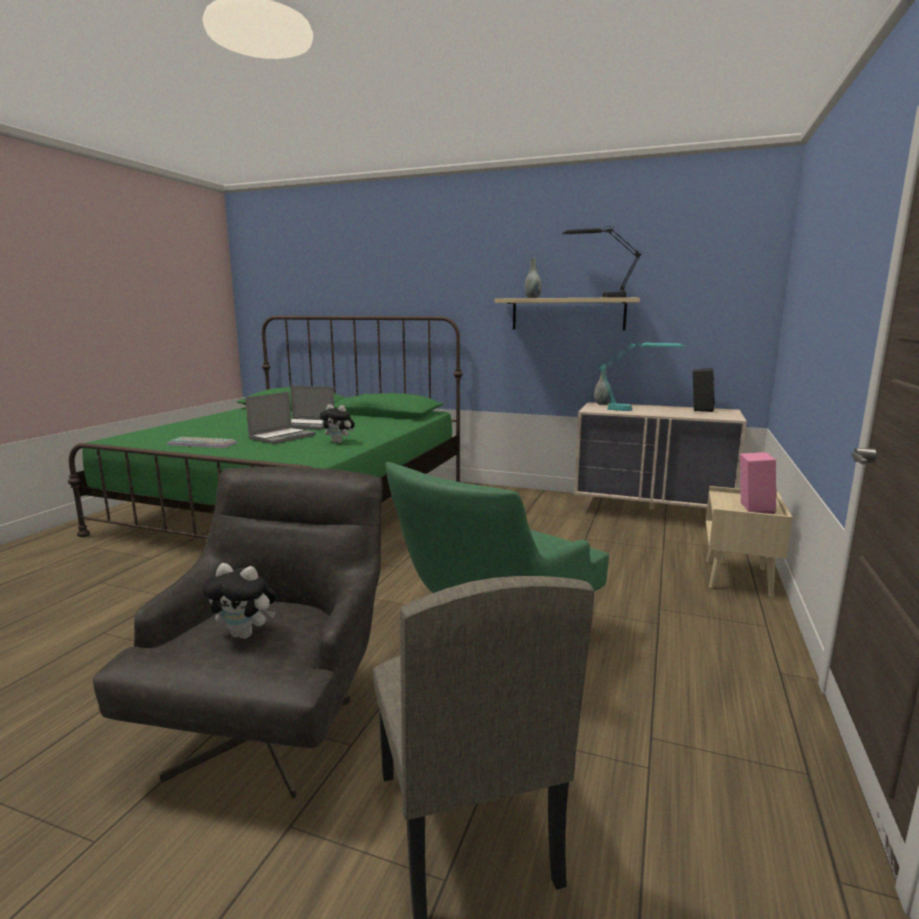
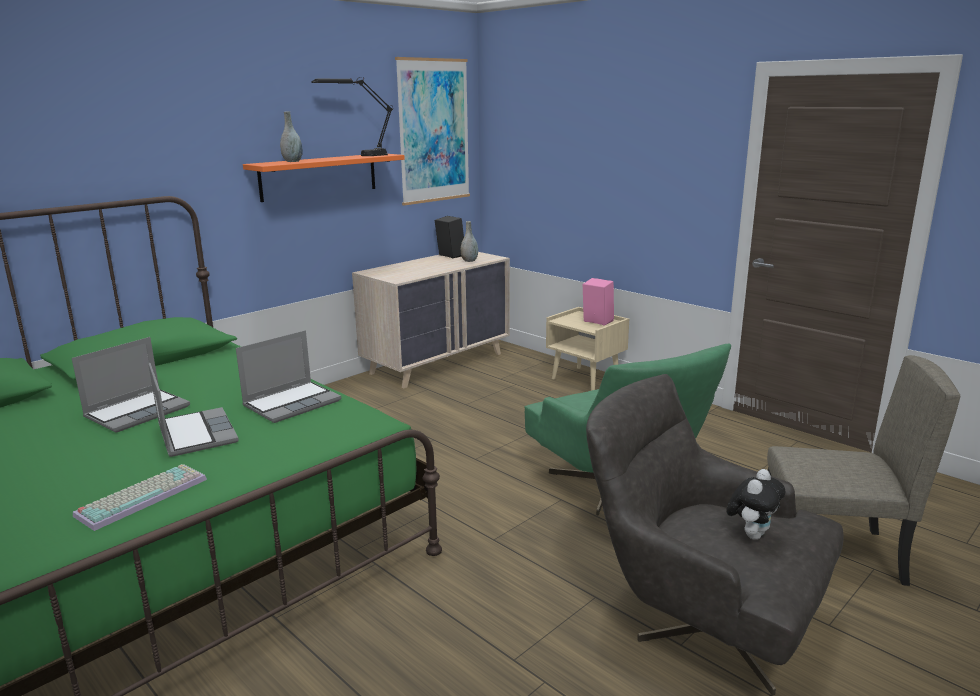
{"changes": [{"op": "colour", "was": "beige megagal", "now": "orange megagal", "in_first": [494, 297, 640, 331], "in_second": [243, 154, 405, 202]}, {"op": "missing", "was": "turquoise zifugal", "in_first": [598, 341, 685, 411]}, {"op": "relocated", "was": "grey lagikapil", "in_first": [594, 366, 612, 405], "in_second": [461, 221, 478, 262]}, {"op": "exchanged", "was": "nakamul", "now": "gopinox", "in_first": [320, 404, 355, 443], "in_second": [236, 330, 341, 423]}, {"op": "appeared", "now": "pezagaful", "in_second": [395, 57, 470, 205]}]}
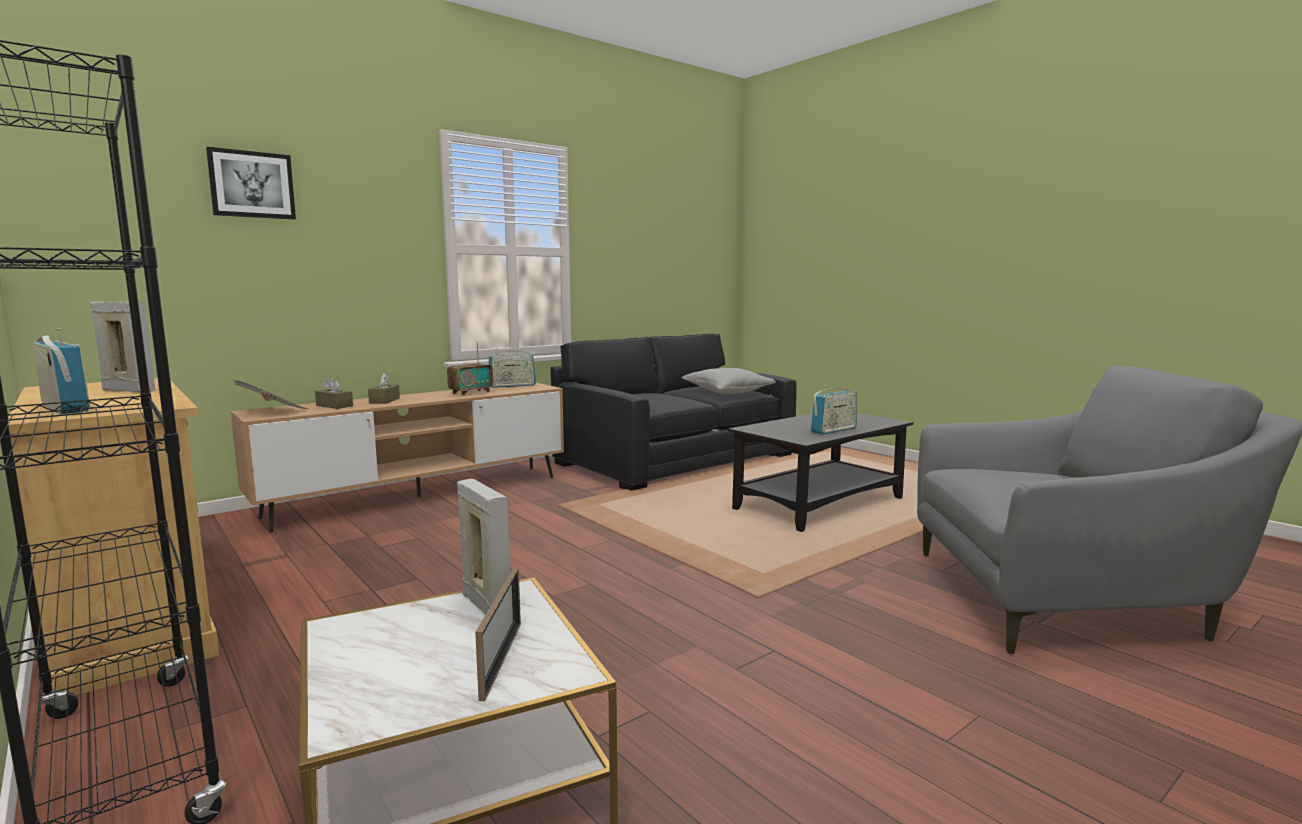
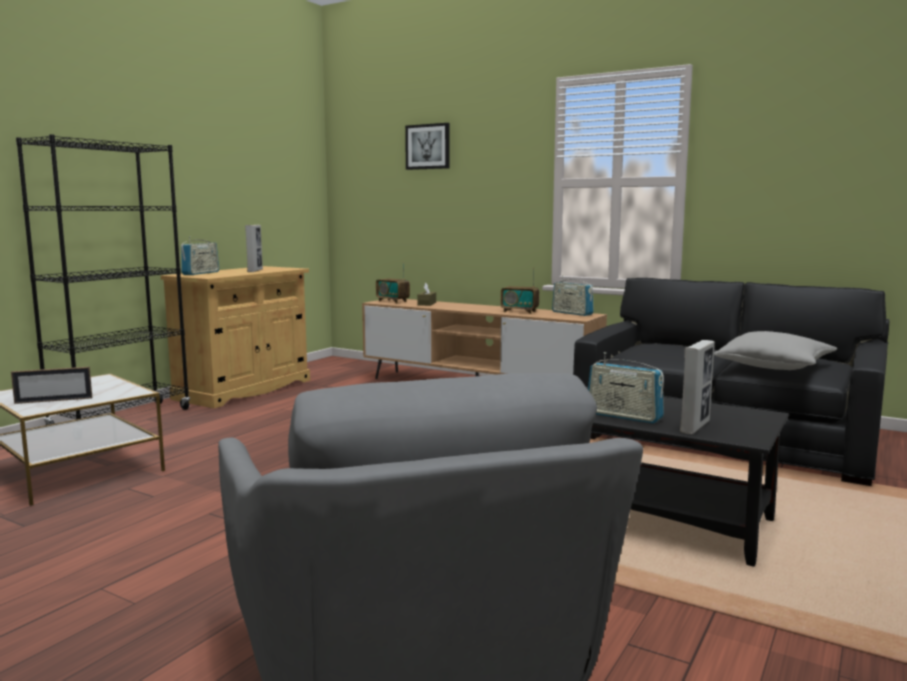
{"changes": [{"op": "missing", "was": "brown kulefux", "in_first": [368, 373, 400, 404]}, {"op": "exchanged", "was": "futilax", "now": "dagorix", "in_first": [233, 380, 309, 409], "in_second": [376, 262, 410, 303]}, {"op": "relocated", "was": "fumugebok", "in_first": [457, 479, 510, 615], "in_second": [680, 340, 715, 434]}]}
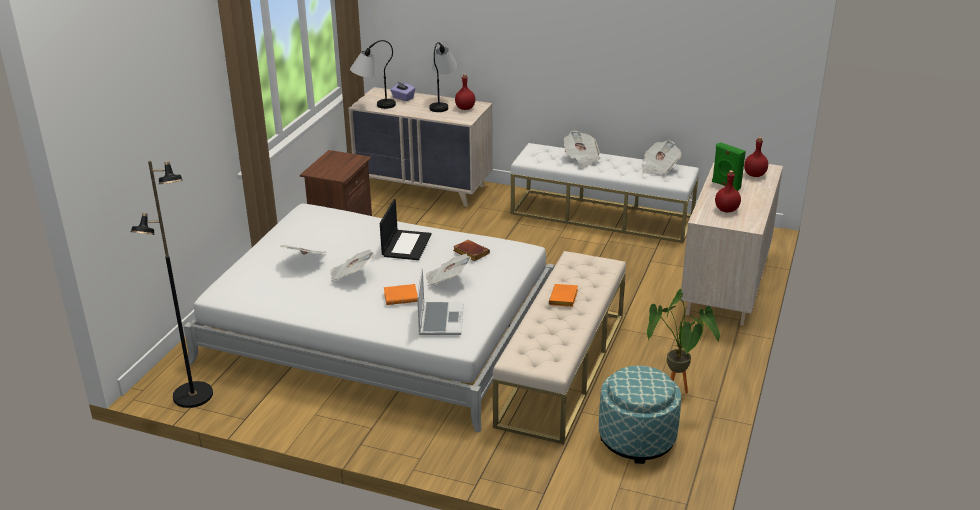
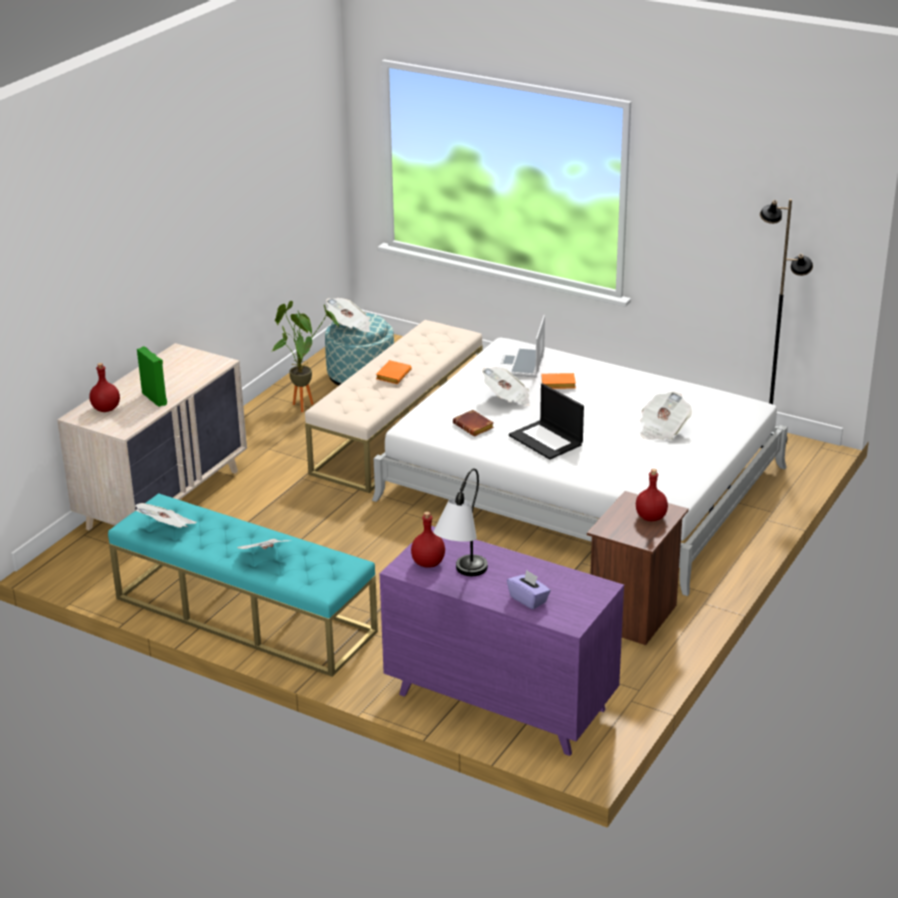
{"changes": [{"op": "missing", "was": "zifugal", "in_first": [350, 40, 396, 109]}, {"op": "colour", "was": "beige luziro", "now": "purple luziro", "in_first": [348, 87, 493, 207], "in_second": [379, 526, 624, 756]}, {"op": "colour", "was": "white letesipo", "now": "turquoise letesipo", "in_first": [511, 143, 699, 243], "in_second": [108, 493, 378, 677]}, {"op": "relocated", "was": "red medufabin", "in_first": [715, 170, 741, 212], "in_second": [636, 469, 668, 521]}, {"op": "spun", "was": "gopinox", "in_first": [380, 199, 432, 260], "in_second": [509, 383, 584, 460], "clockwise": -60}, {"op": "relocated", "was": "futilax", "in_first": [330, 249, 374, 282], "in_second": [326, 298, 371, 332]}]}
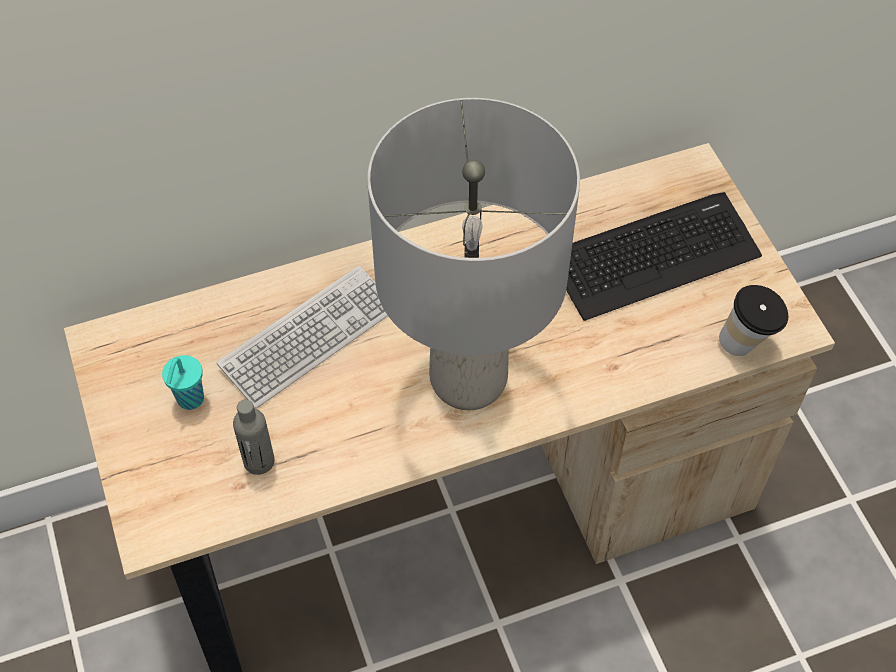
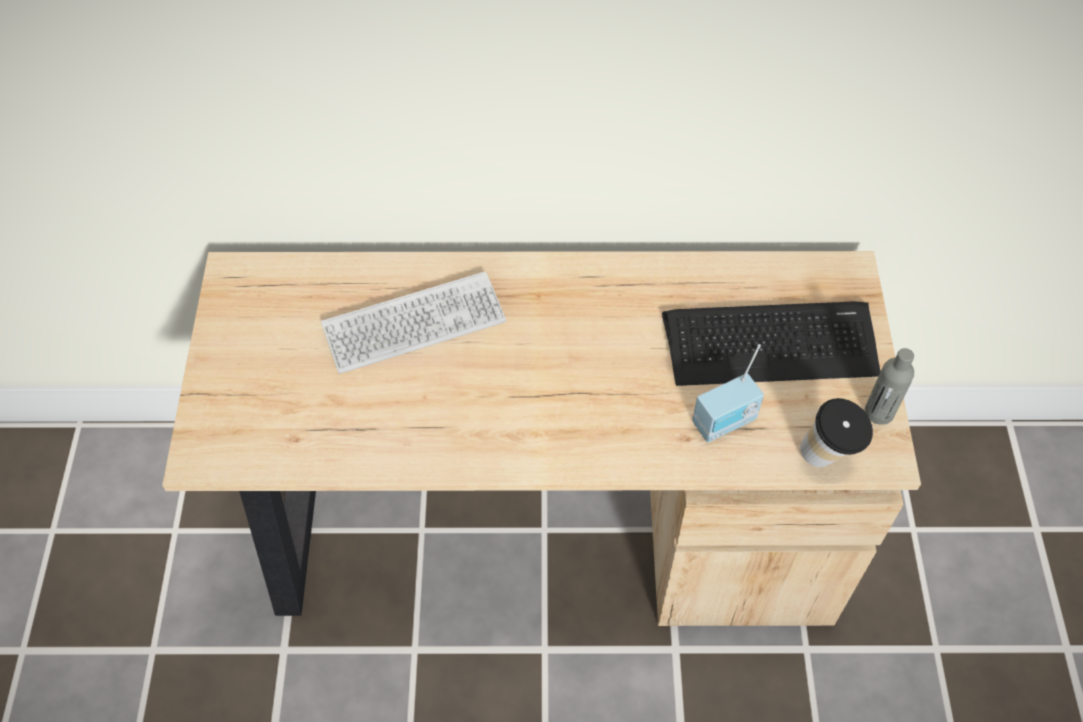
{"changes": [{"op": "missing", "was": "grey zifugal", "in_first": [367, 98, 580, 410]}, {"op": "missing", "was": "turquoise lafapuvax", "in_first": [162, 355, 204, 410]}, {"op": "relocated", "was": "grey medufabin", "in_first": [233, 400, 275, 475], "in_second": [865, 348, 914, 425]}, {"op": "appeared", "now": "dagorix", "in_second": [692, 344, 764, 442]}]}
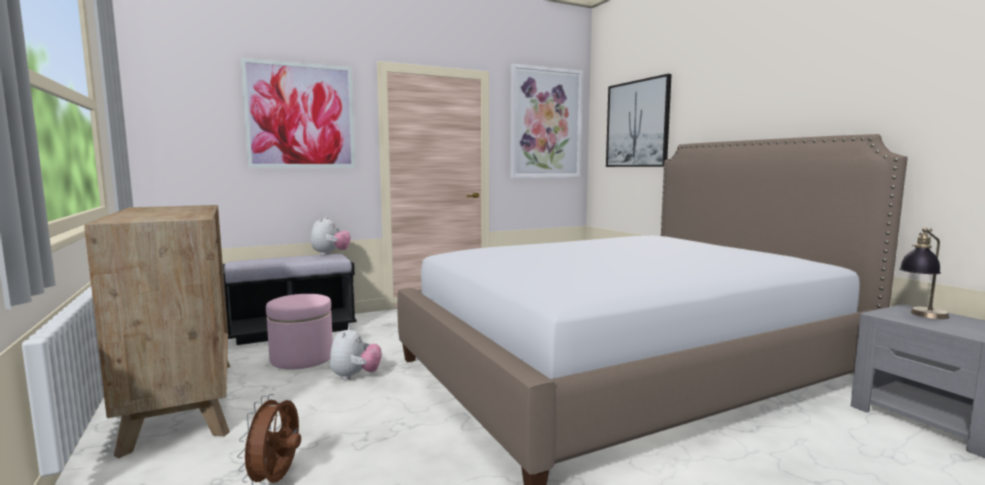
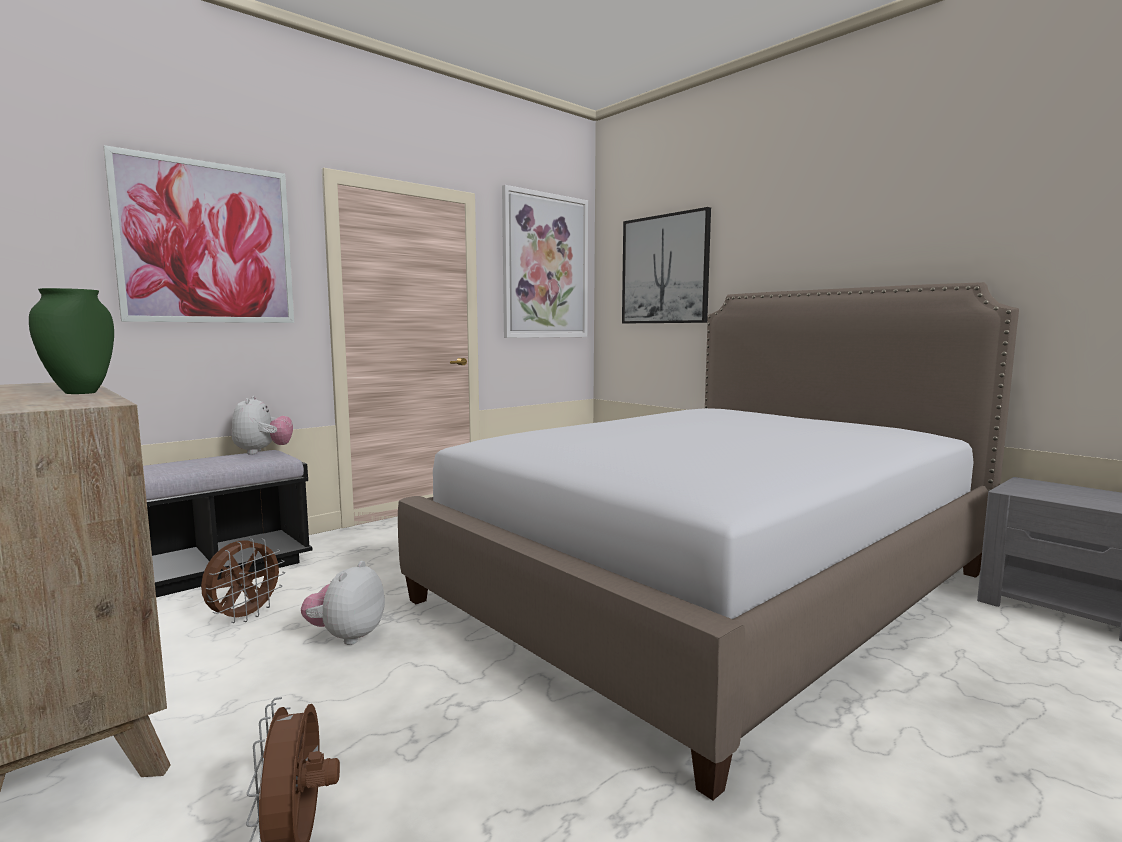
{"changes": [{"op": "missing", "was": "zifugal", "in_first": [899, 227, 950, 319]}, {"op": "exchanged", "was": "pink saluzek", "now": "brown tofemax", "in_first": [266, 294, 333, 369], "in_second": [201, 538, 285, 623]}, {"op": "spun", "was": "nakamul", "in_first": [330, 326, 382, 380], "in_second": [301, 561, 385, 645], "clockwise": -150}, {"op": "appeared", "now": "green lagikapil", "in_second": [29, 288, 114, 394]}]}
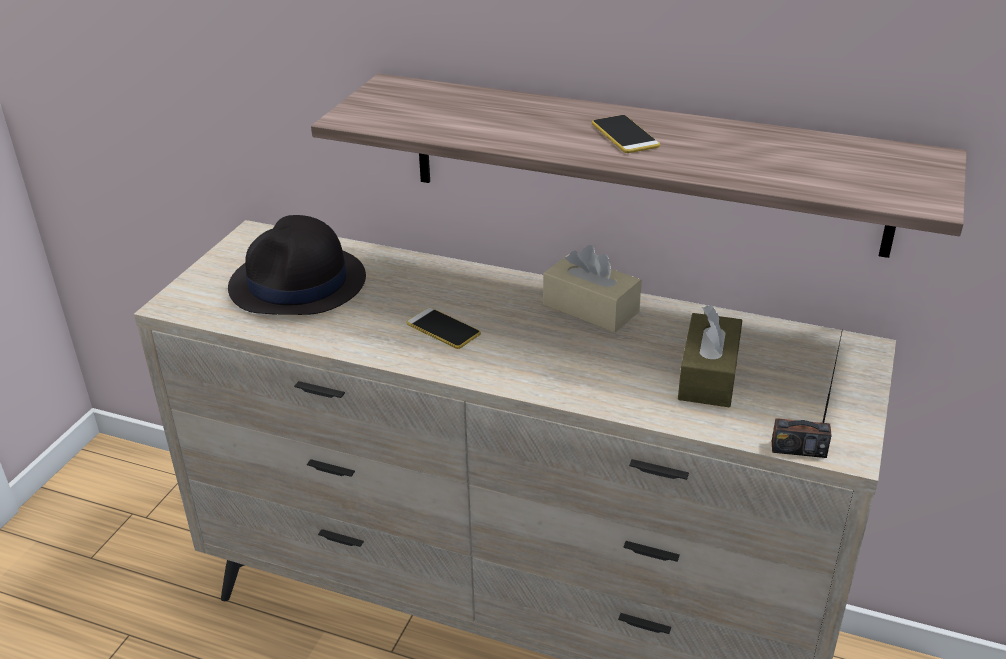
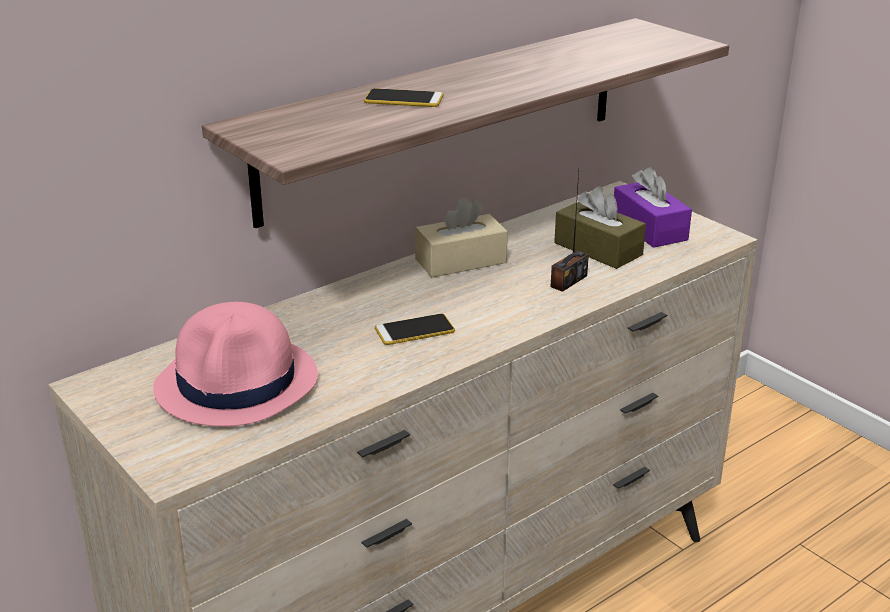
{"changes": [{"op": "relocated", "was": "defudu", "in_first": [592, 115, 660, 153], "in_second": [364, 88, 444, 107]}, {"op": "colour", "was": "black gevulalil", "now": "pink gevulalil", "in_first": [228, 215, 366, 315], "in_second": [153, 302, 318, 427]}, {"op": "relocated", "was": "dagorix", "in_first": [772, 329, 843, 458], "in_second": [551, 172, 589, 292]}, {"op": "appeared", "now": "purple kulefux", "in_second": [614, 167, 692, 248]}]}
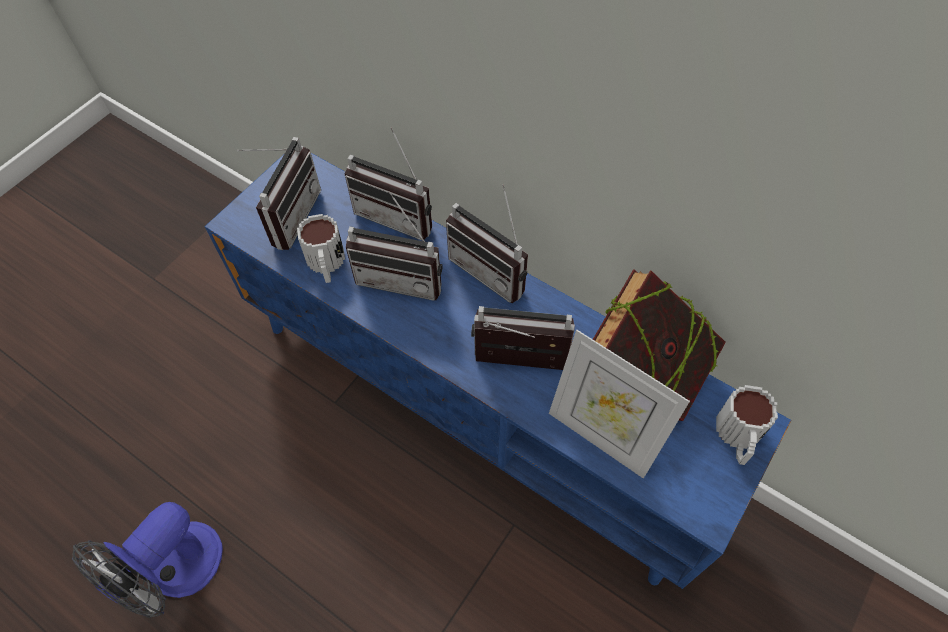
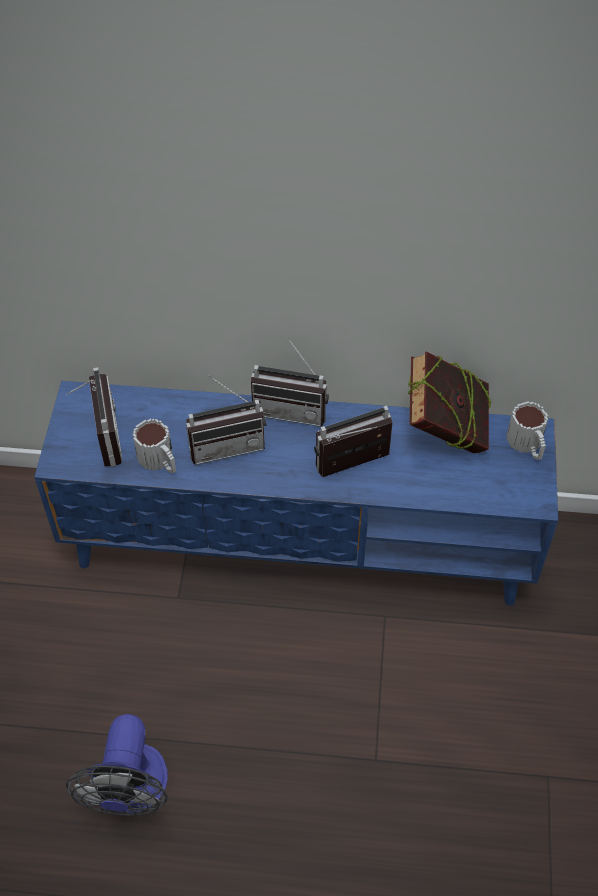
{"changes": [{"op": "missing", "was": "dagorix", "in_first": [345, 127, 432, 240]}, {"op": "missing", "was": "fumugebok", "in_first": [549, 330, 690, 479]}]}
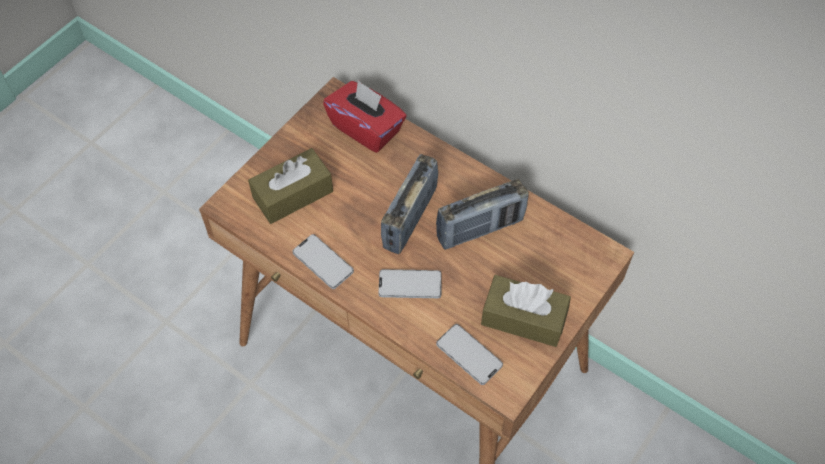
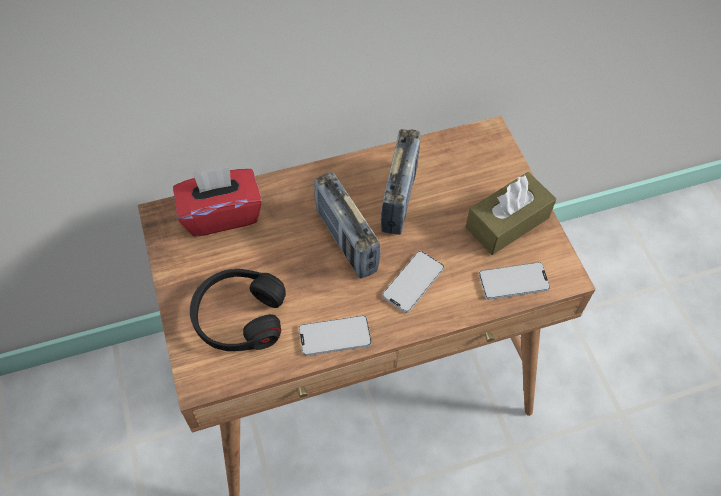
{"changes": [{"op": "exchanged", "was": "brown kulefux", "now": "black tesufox", "in_first": [248, 148, 333, 224], "in_second": [190, 269, 286, 351]}]}
